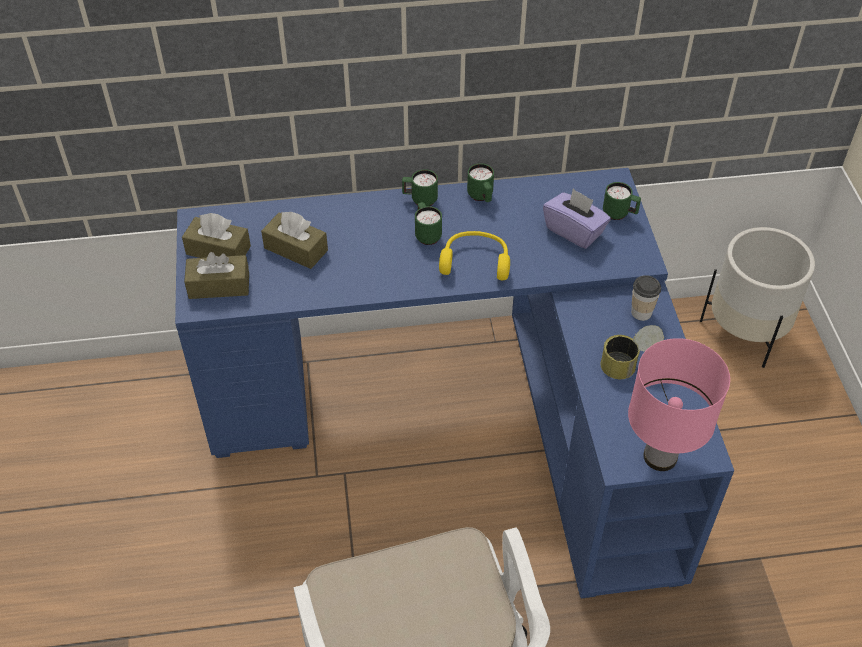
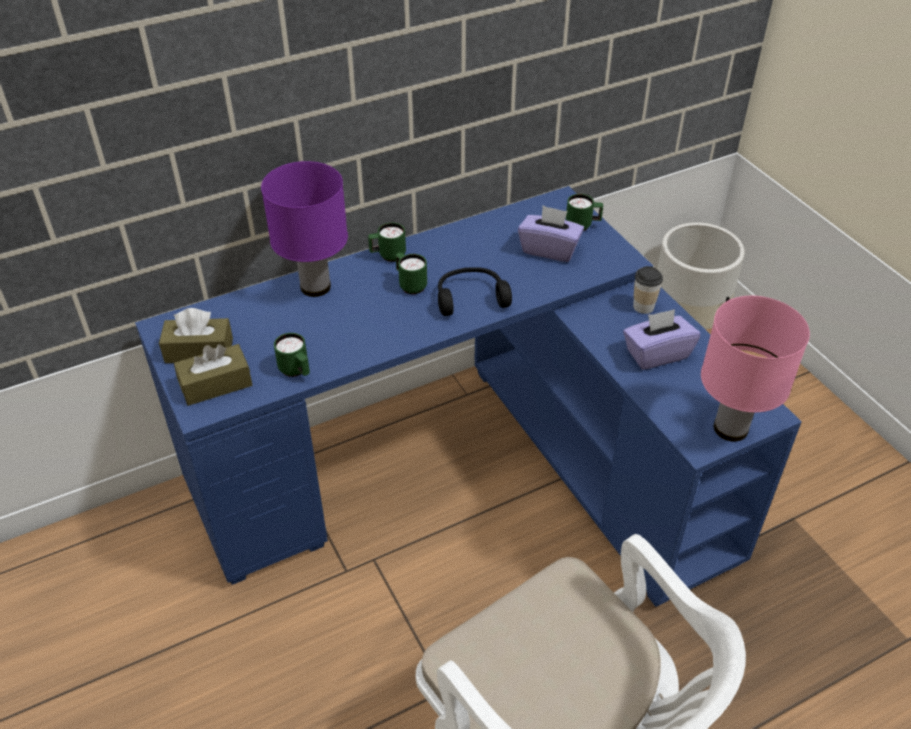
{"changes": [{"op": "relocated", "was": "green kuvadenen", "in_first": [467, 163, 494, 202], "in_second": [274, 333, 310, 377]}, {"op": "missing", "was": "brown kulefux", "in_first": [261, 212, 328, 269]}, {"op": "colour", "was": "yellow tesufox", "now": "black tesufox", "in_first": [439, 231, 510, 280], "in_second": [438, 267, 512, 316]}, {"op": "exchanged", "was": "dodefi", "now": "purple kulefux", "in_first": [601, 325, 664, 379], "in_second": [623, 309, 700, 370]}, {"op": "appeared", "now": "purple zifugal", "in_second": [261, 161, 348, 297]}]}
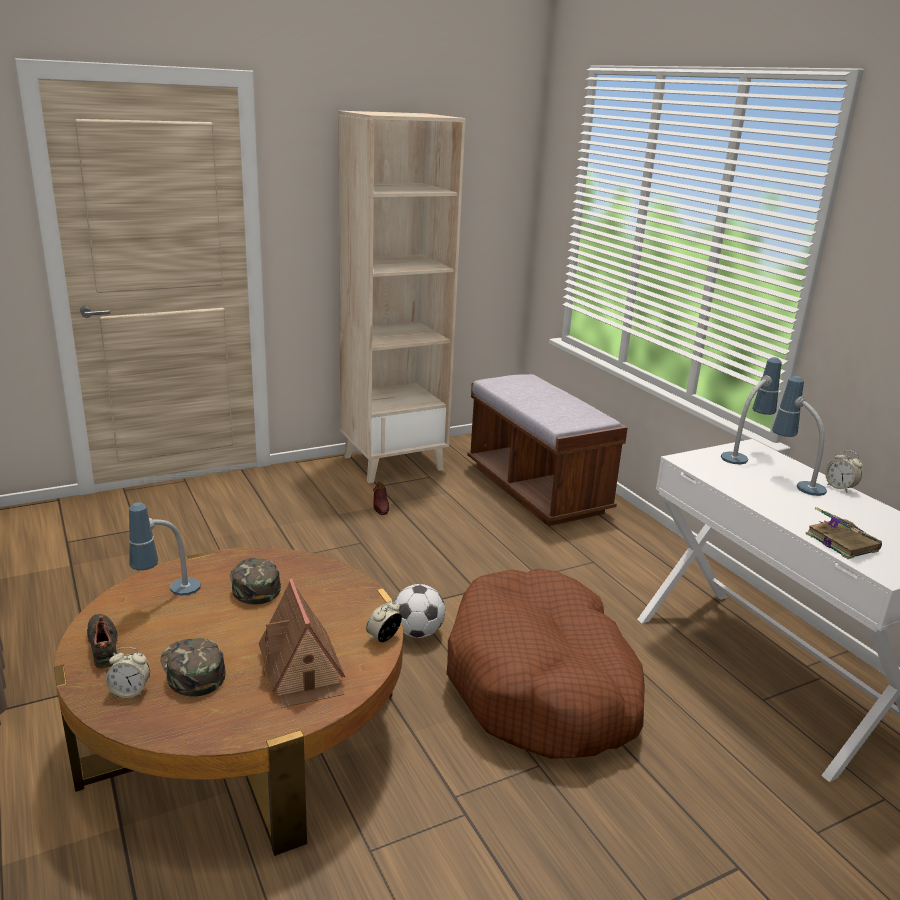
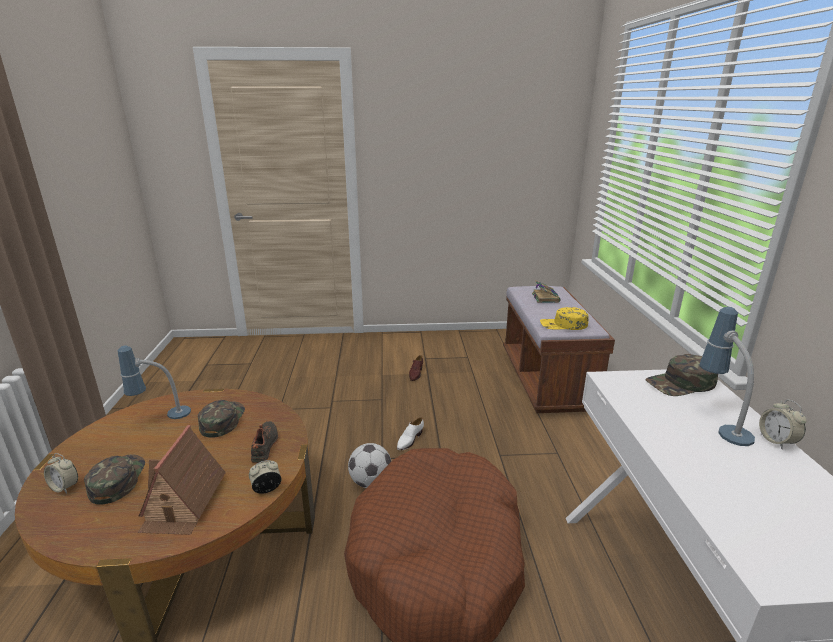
{"changes": [{"op": "missing", "was": "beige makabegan", "in_first": [338, 111, 466, 483]}, {"op": "exchanged", "was": "zifugal", "now": "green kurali", "in_first": [721, 357, 782, 464], "in_second": [645, 354, 718, 396]}, {"op": "relocated", "was": "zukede", "in_first": [806, 507, 882, 559], "in_second": [532, 280, 560, 303]}, {"op": "relocated", "was": "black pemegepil", "in_first": [87, 614, 118, 669], "in_second": [251, 421, 278, 463]}, {"op": "appeared", "now": "yellow kurali", "in_second": [540, 307, 589, 330]}, {"op": "appeared", "now": "white pemegepil", "in_second": [397, 417, 424, 450]}]}
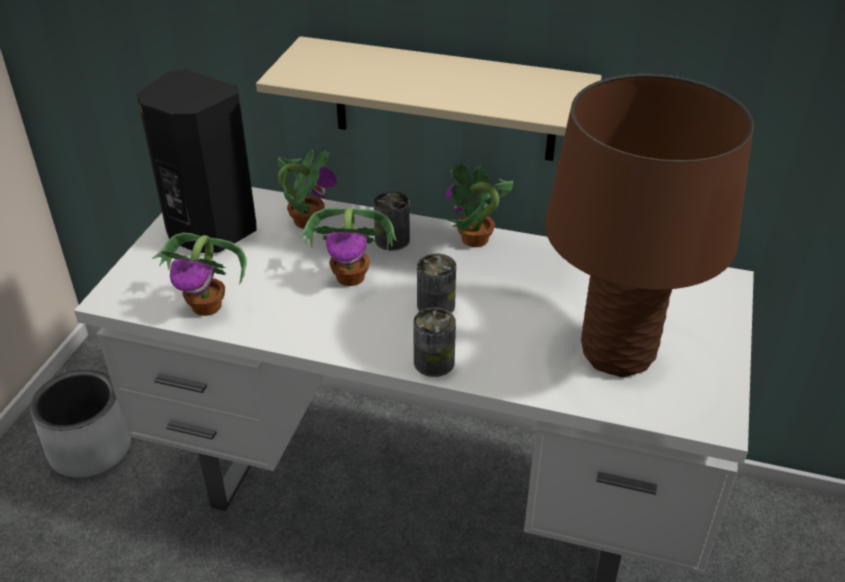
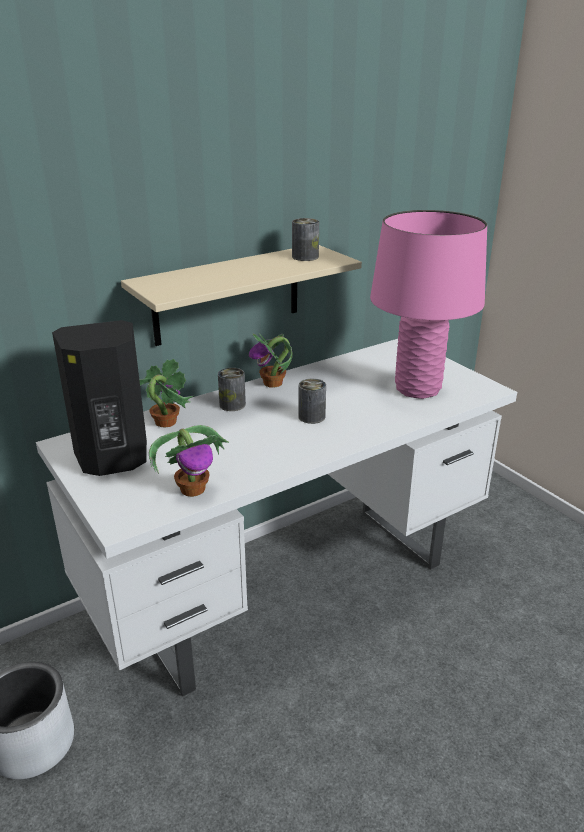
{"changes": [{"op": "colour", "was": "brown zifugal", "now": "pink zifugal", "in_first": [545, 74, 754, 377], "in_second": [370, 210, 487, 399]}, {"op": "missing", "was": "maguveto", "in_first": [299, 208, 397, 286]}, {"op": "relocated", "was": "dodefi", "in_first": [413, 308, 456, 377], "in_second": [292, 218, 319, 261]}]}
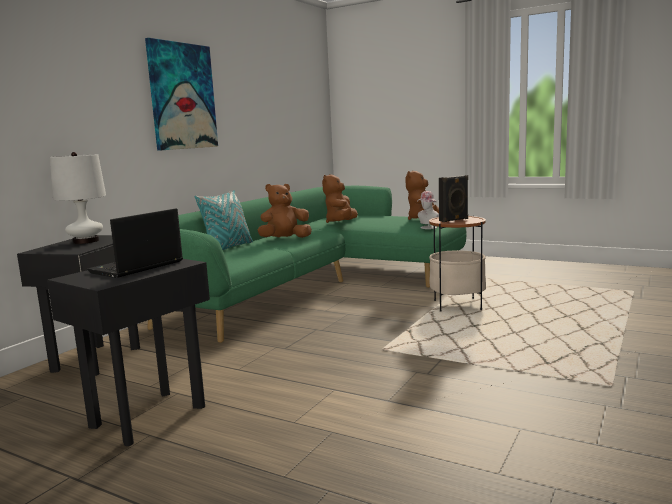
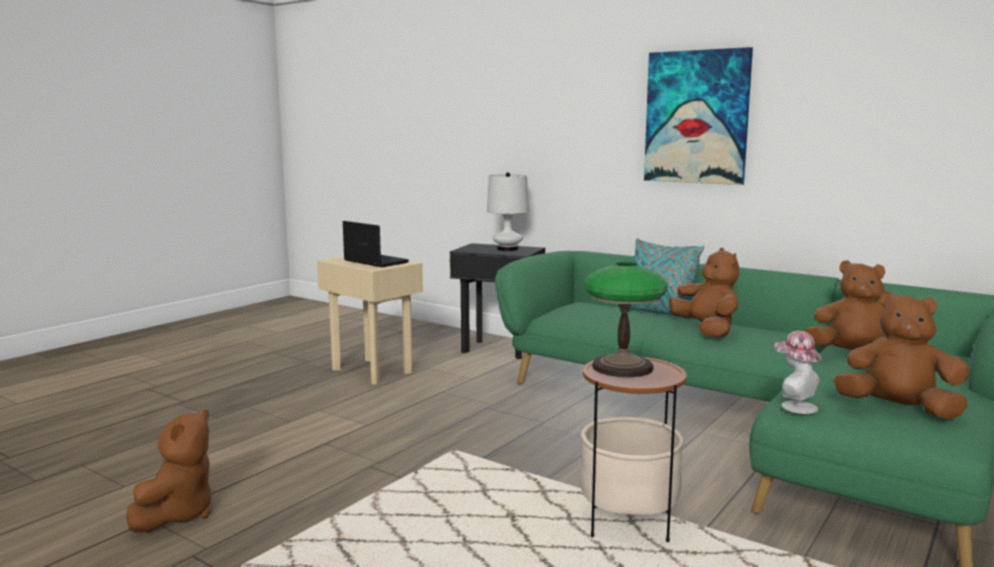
{"changes": [{"op": "exchanged", "was": "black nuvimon", "now": "zifugal", "in_first": [439, 175, 468, 222], "in_second": [584, 262, 668, 377]}, {"op": "colour", "was": "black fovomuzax", "now": "beige fovomuzax", "in_first": [47, 259, 210, 446], "in_second": [317, 256, 423, 385]}, {"op": "appeared", "now": "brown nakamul", "in_second": [126, 409, 211, 533]}]}
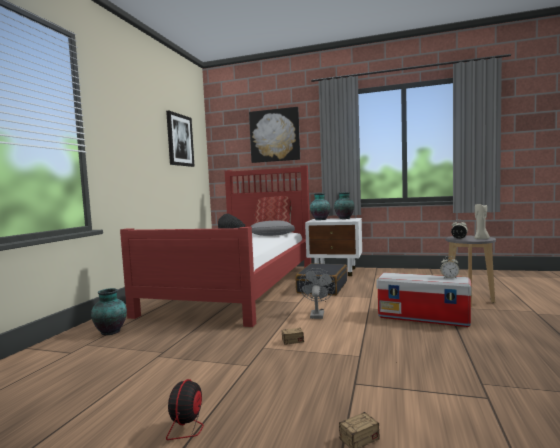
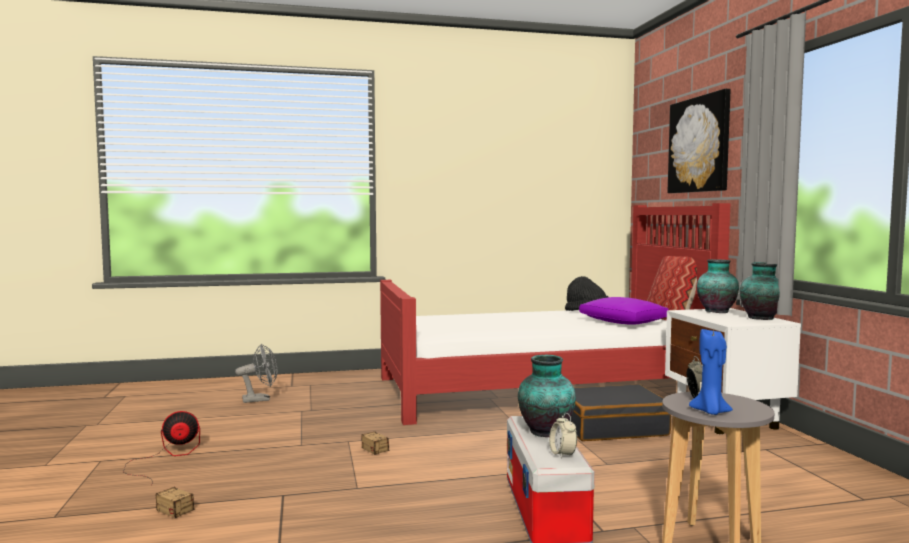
{"changes": [{"op": "missing", "was": "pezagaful", "in_first": [166, 111, 195, 167]}, {"op": "colour", "was": "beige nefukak", "now": "blue nefukak", "in_first": [474, 204, 490, 239], "in_second": [689, 329, 733, 415]}, {"op": "colour", "was": "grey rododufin", "now": "purple rododufin", "in_first": [251, 221, 295, 236], "in_second": [579, 297, 669, 325]}, {"op": "relocated", "was": "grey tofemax", "in_first": [299, 268, 335, 319], "in_second": [235, 344, 278, 403]}, {"op": "relocated", "was": "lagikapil", "in_first": [91, 288, 127, 335], "in_second": [518, 355, 576, 437]}]}
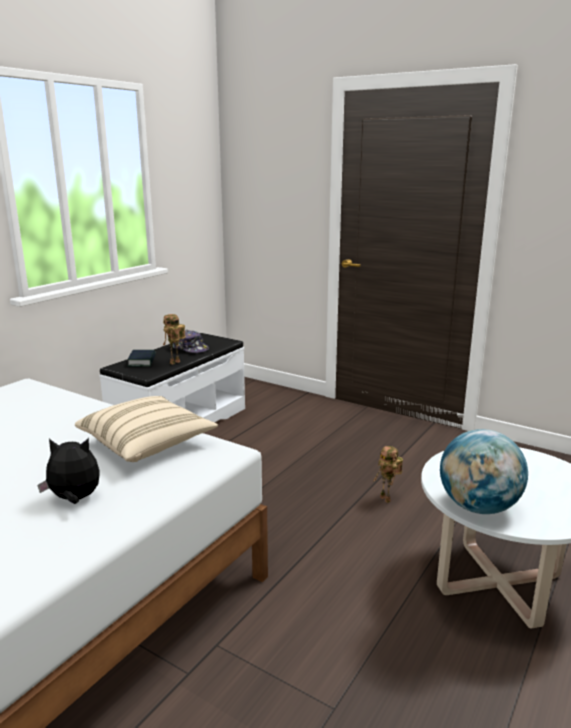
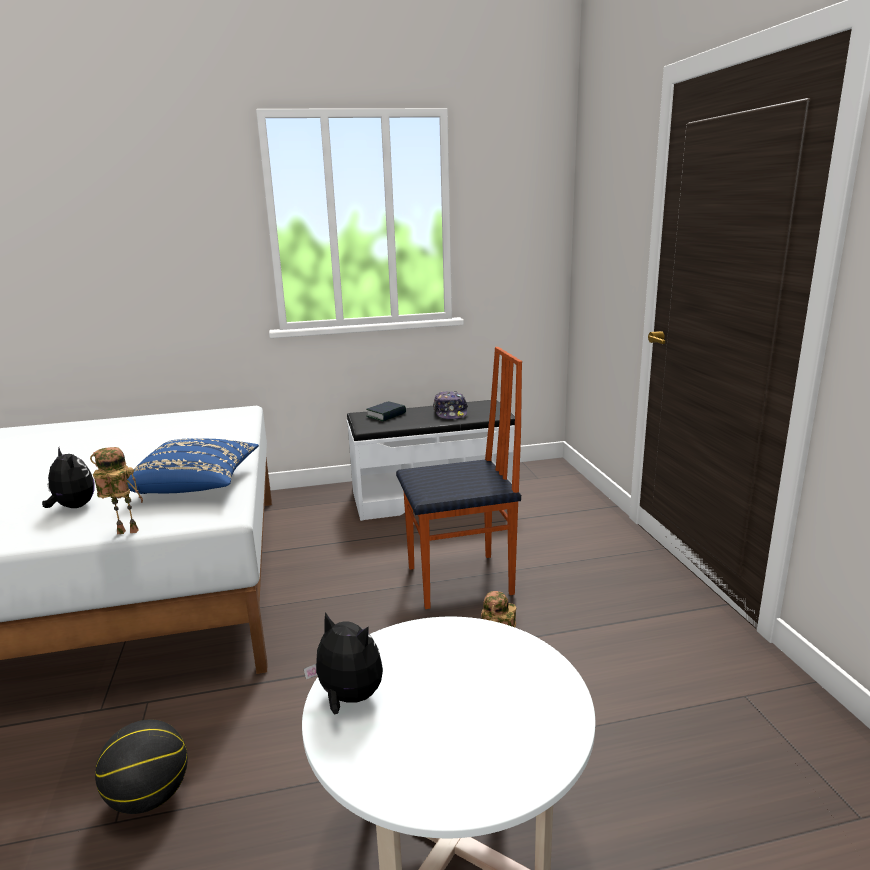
{"changes": [{"op": "relocated", "was": "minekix", "in_first": [163, 314, 186, 365], "in_second": [90, 447, 143, 534]}, {"op": "colour", "was": "beige rododufin", "now": "blue rododufin", "in_first": [75, 396, 218, 462], "in_second": [127, 438, 259, 494]}, {"op": "exchanged", "was": "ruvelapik", "now": "nakamul", "in_first": [440, 429, 528, 514], "in_second": [304, 612, 383, 715]}, {"op": "appeared", "now": "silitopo", "in_second": [396, 347, 522, 609]}, {"op": "appeared", "now": "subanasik", "in_second": [95, 720, 188, 814]}]}
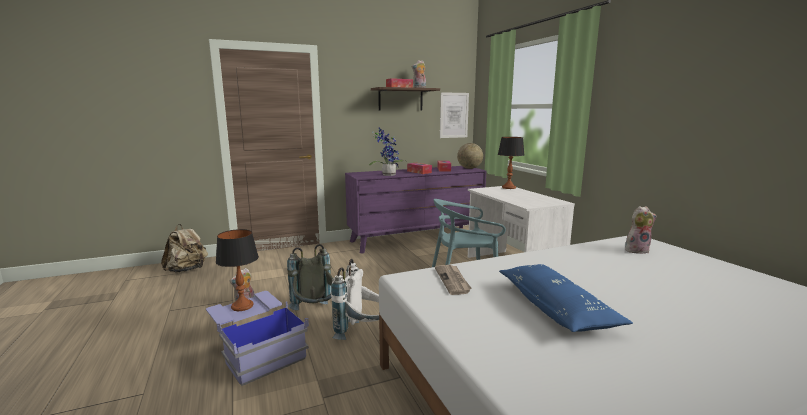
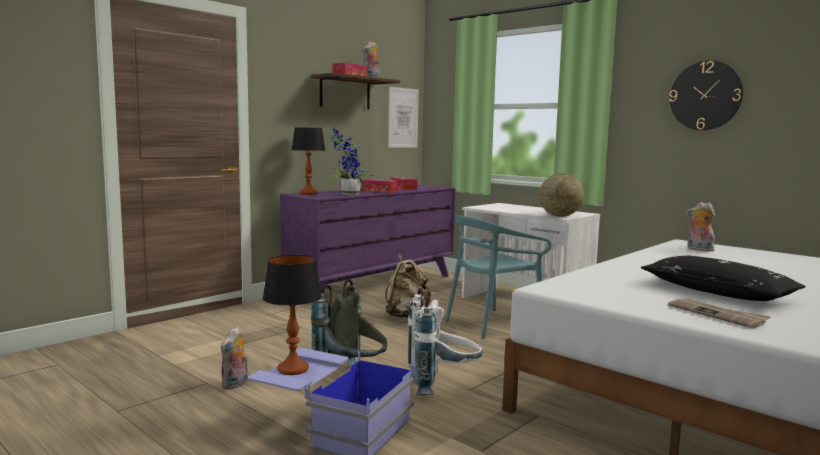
{"changes": [{"op": "relocated", "was": "zifugal", "in_first": [498, 137, 524, 189], "in_second": [292, 127, 325, 195]}, {"op": "relocated", "was": "ruvelapik", "in_first": [457, 143, 483, 169], "in_second": [539, 173, 584, 217]}, {"op": "spun", "was": "nakamul", "in_first": [625, 206, 657, 254], "in_second": [687, 202, 715, 252], "clockwise": -105}, {"op": "relocated", "was": "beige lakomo", "in_first": [161, 224, 208, 273], "in_second": [385, 253, 431, 318]}, {"op": "colour", "was": "blue rododufin", "now": "black rododufin", "in_first": [499, 264, 633, 332], "in_second": [641, 256, 806, 301]}, {"op": "relocated", "was": "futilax", "in_first": [435, 265, 472, 295], "in_second": [668, 299, 770, 329]}, {"op": "appeared", "now": "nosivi", "in_second": [669, 60, 743, 130]}]}
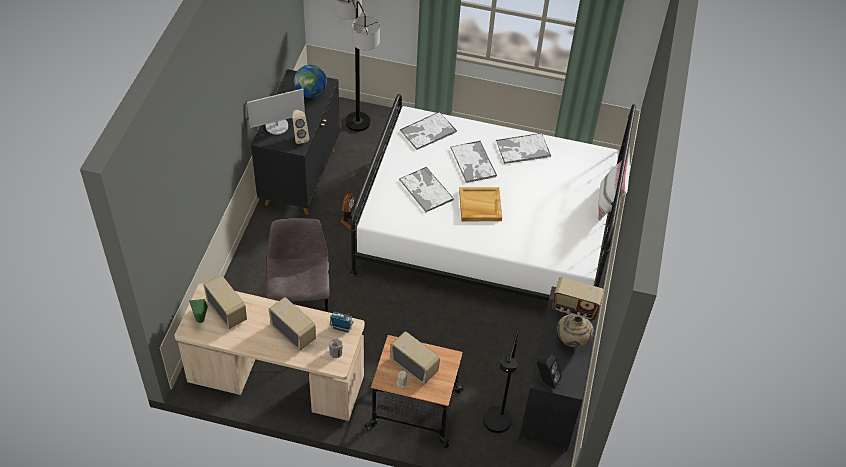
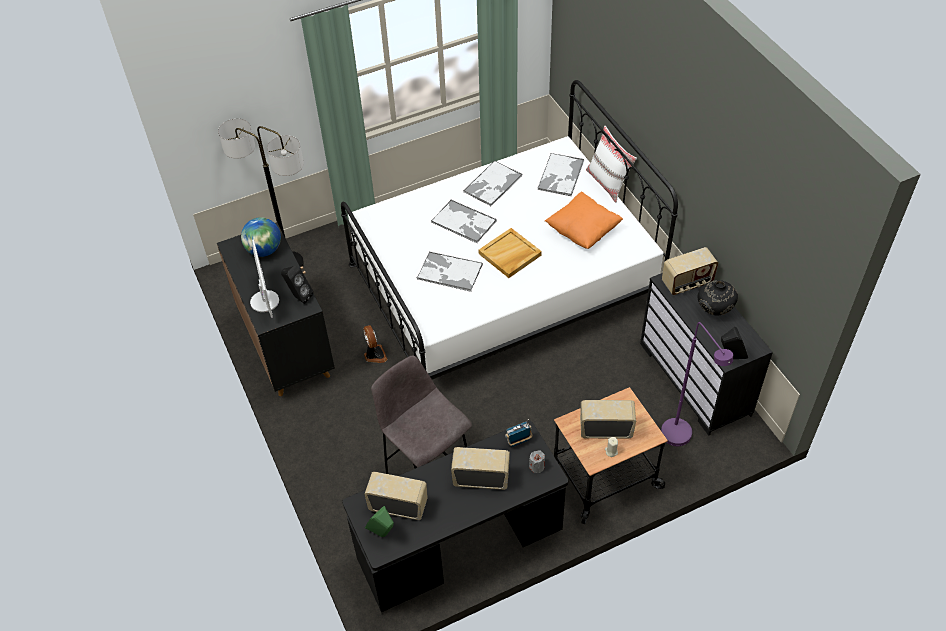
{"changes": [{"op": "spun", "was": "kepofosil", "in_first": [247, 89, 305, 135], "in_second": [250, 239, 279, 318], "clockwise": -45}, {"op": "colour", "was": "beige nuvimon", "now": "black nuvimon", "in_first": [292, 110, 309, 144], "in_second": [281, 266, 313, 304]}, {"op": "relocated", "was": "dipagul", "in_first": [400, 112, 457, 150], "in_second": [537, 153, 584, 196]}, {"op": "colour", "was": "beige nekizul", "now": "black nekizul", "in_first": [174, 283, 365, 421], "in_second": [342, 421, 568, 612]}, {"op": "colour", "was": "beige lagikapil", "now": "black lagikapil", "in_first": [557, 314, 594, 348], "in_second": [698, 280, 738, 316]}, {"op": "colour", "was": "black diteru", "now": "purple diteru", "in_first": [483, 329, 518, 433], "in_second": [661, 322, 733, 446]}, {"op": "appeared", "now": "orange rododufin", "in_second": [545, 191, 623, 249]}]}
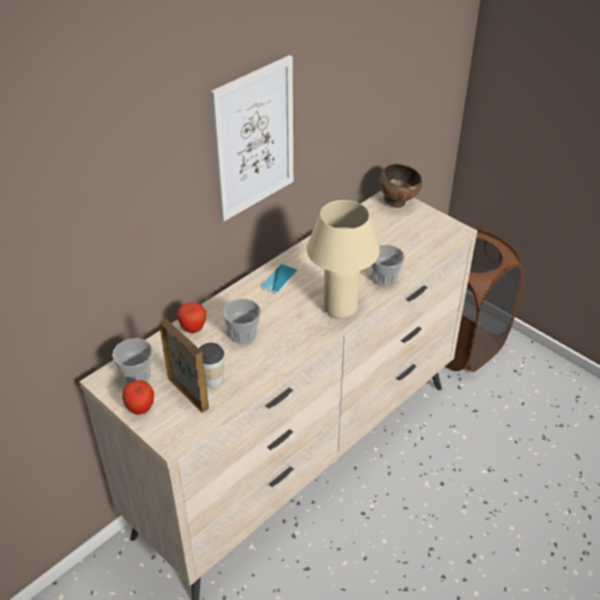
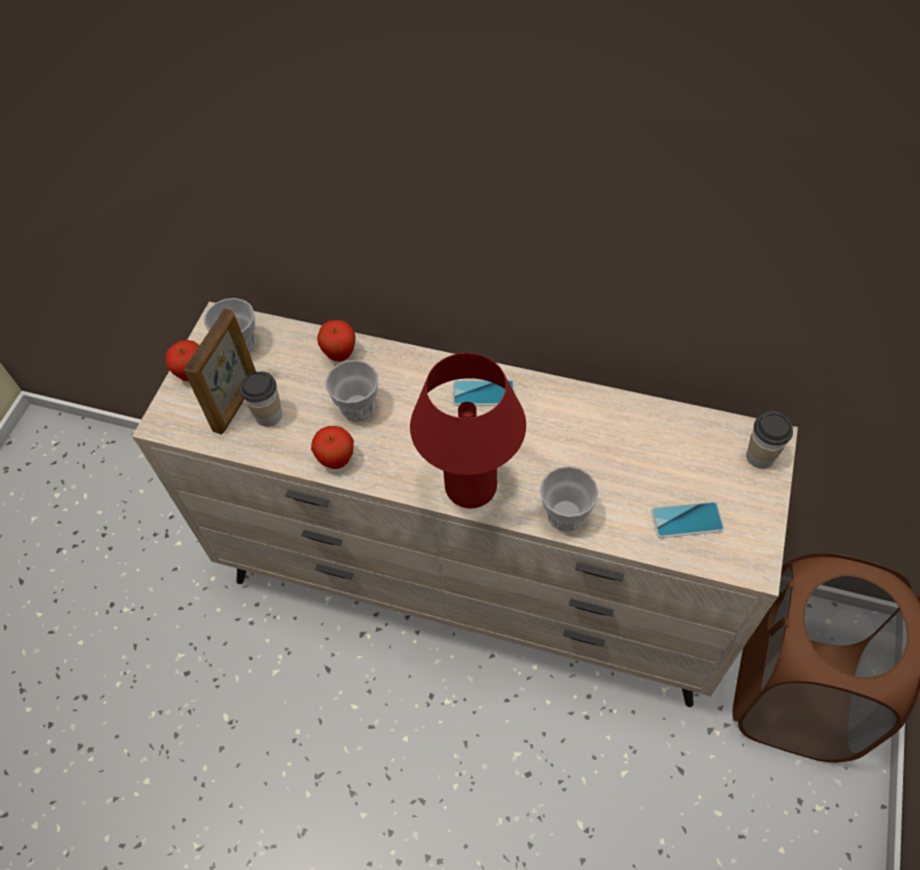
{"changes": [{"op": "missing", "was": "pezagaful", "in_first": [211, 55, 293, 222]}, {"op": "exchanged", "was": "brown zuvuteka", "now": "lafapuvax", "in_first": [379, 163, 422, 208], "in_second": [746, 412, 793, 469]}, {"op": "colour", "was": "beige zifugal", "now": "red zifugal", "in_first": [306, 200, 380, 318], "in_second": [410, 353, 526, 508]}, {"op": "appeared", "now": "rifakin", "in_second": [311, 426, 354, 469]}, {"op": "appeared", "now": "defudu", "in_second": [651, 502, 724, 538]}]}
